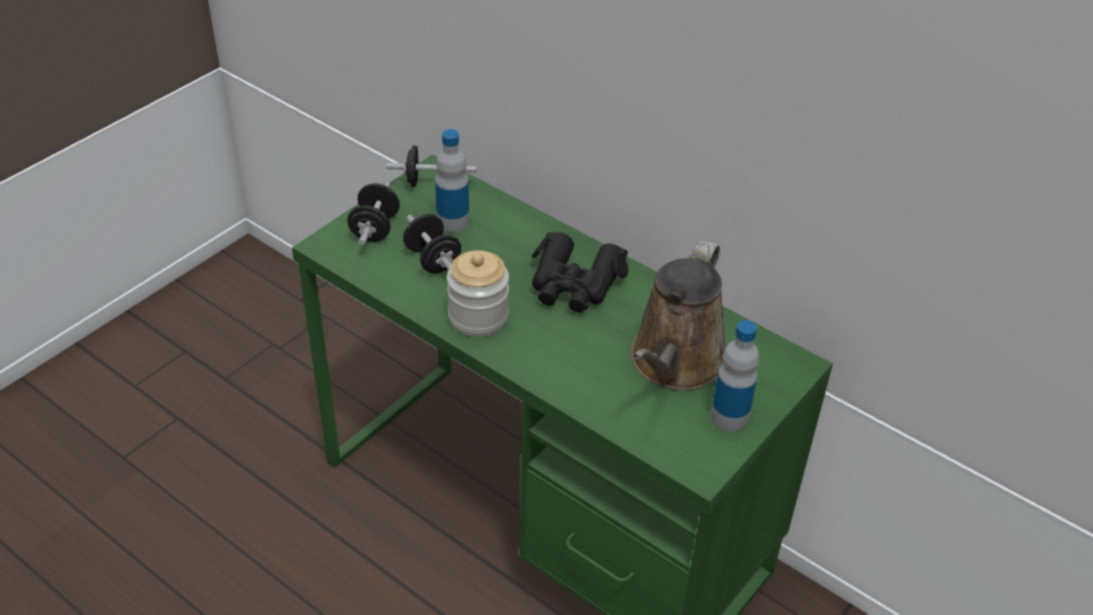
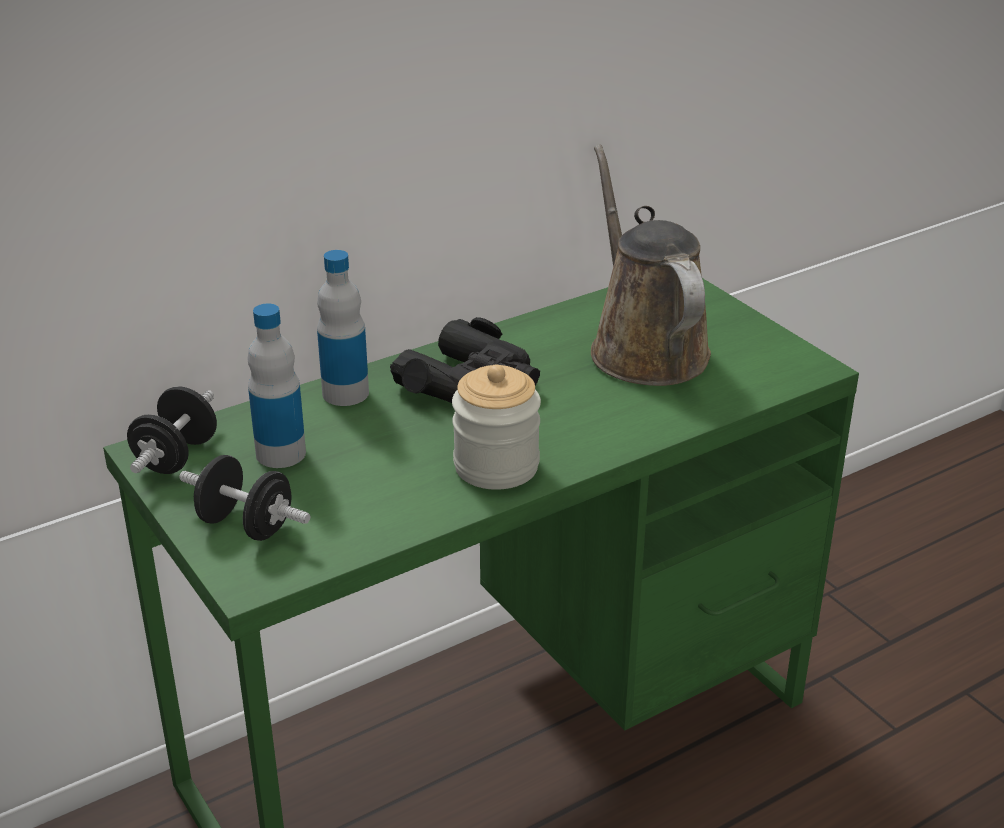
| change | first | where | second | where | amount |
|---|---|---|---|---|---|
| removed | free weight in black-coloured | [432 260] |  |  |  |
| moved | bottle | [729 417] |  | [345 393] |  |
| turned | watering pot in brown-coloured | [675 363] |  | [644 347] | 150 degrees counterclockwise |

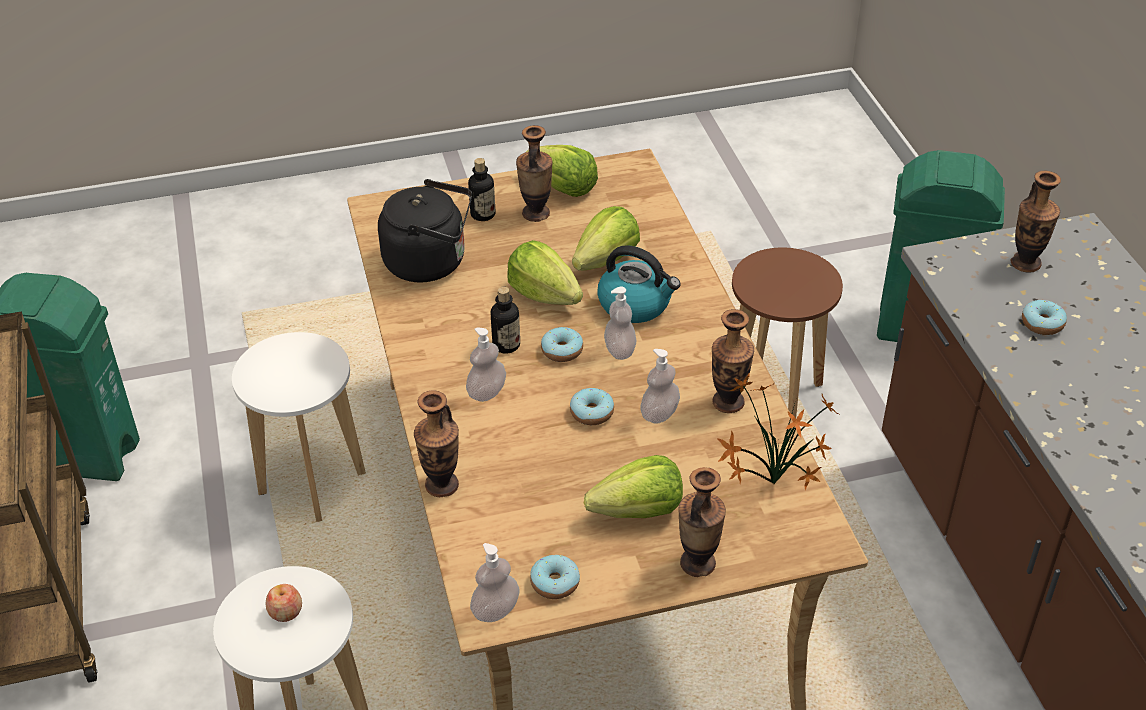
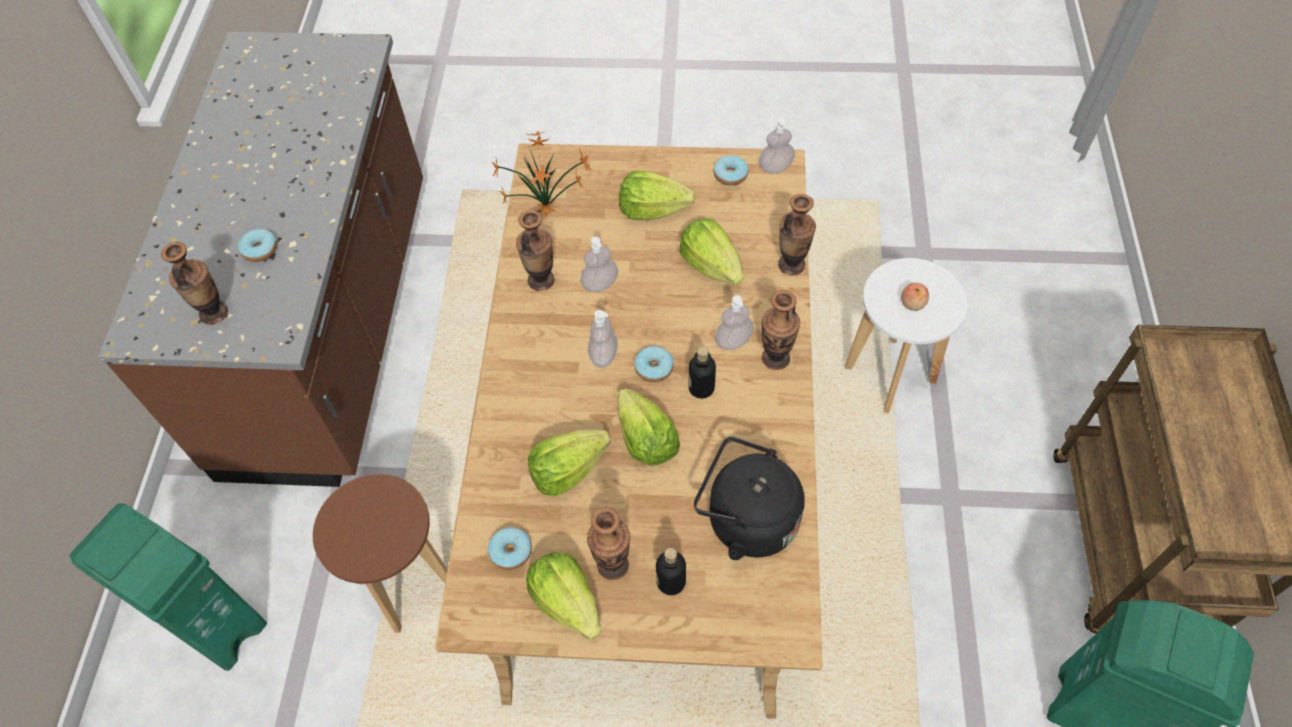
| change | first | where | second | where | amount |
|---|---|---|---|---|---|
| removed | stool in whitish | [311 483] |  |  |  |
| removed | tea kettle | [636 304] |  |  |  |
| added |  |  | lettuce | [711 265] |  |
| moved | donut | [592 413] |  | [511 551] |  |
| moved | vase | [698 563] |  | [775 358] |  |

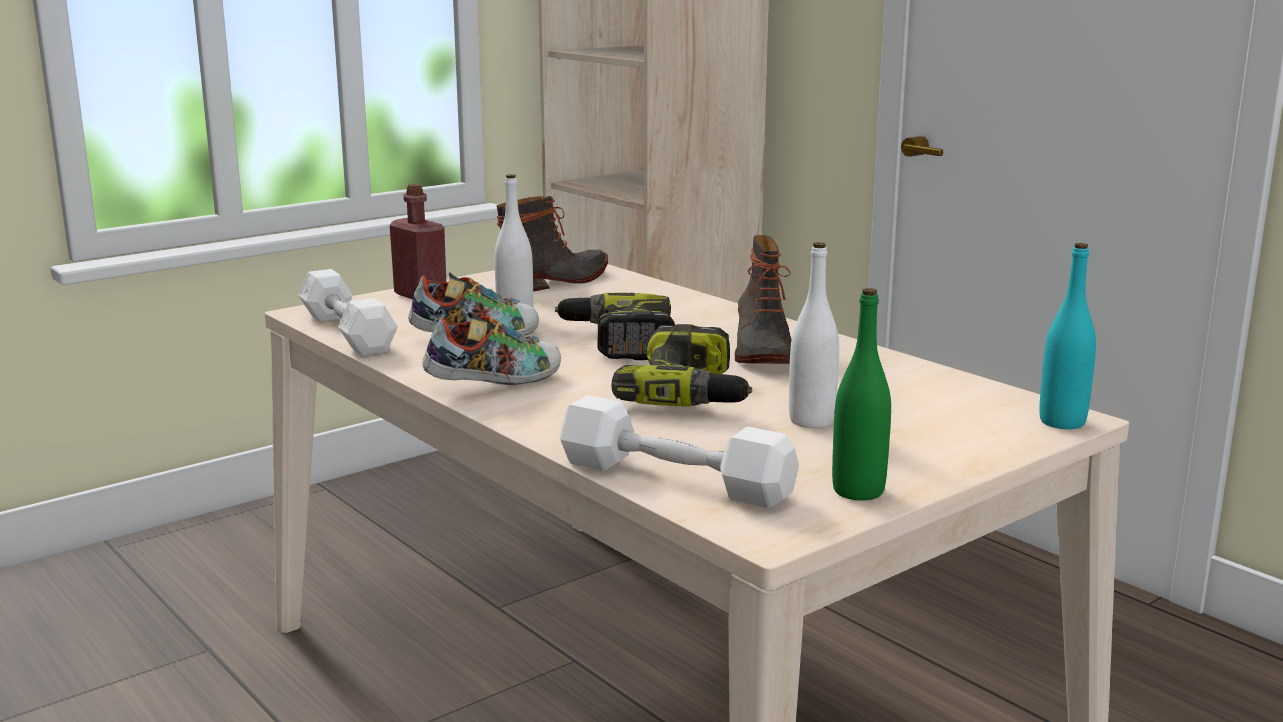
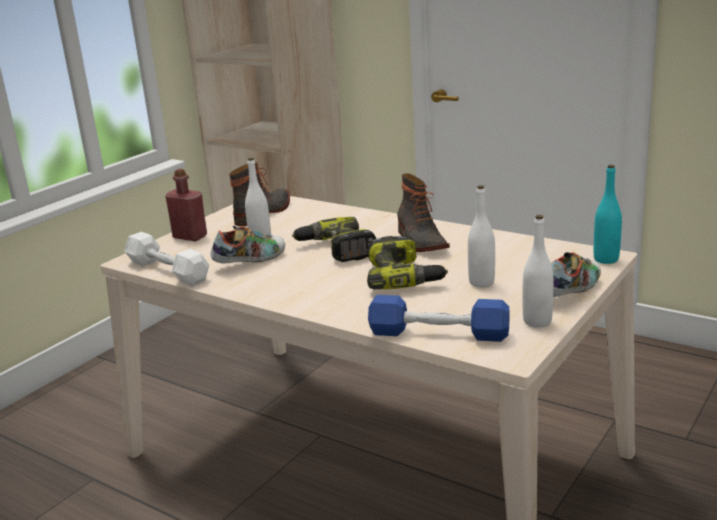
| change | first | where | second | where | amount |
|---|---|---|---|---|---|
| moved | low shoe | [494 383] |  | [570 292] |  |
| recoloured | free weight in whitish | [674 479] | free weight in blue | [438 333] |  |
| recoloured | bottle in green-coloured | [858 491] | bottle in whitish | [537 321] |  |

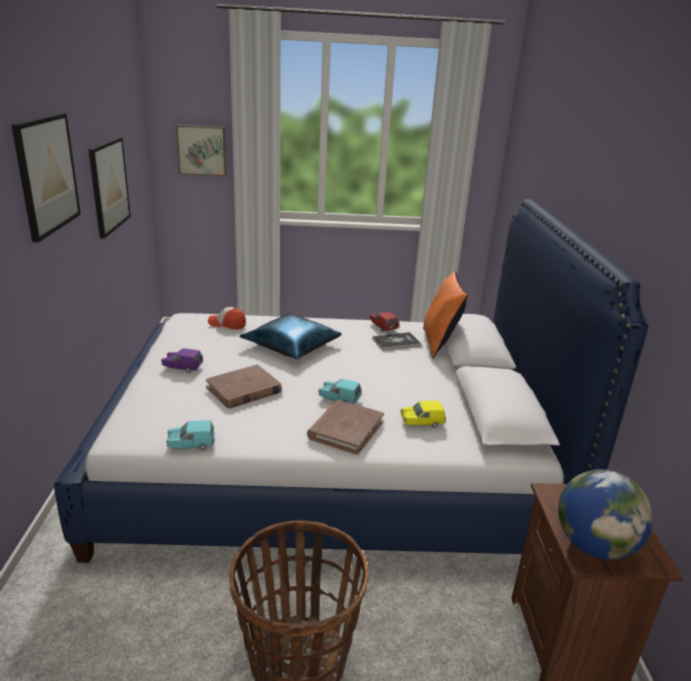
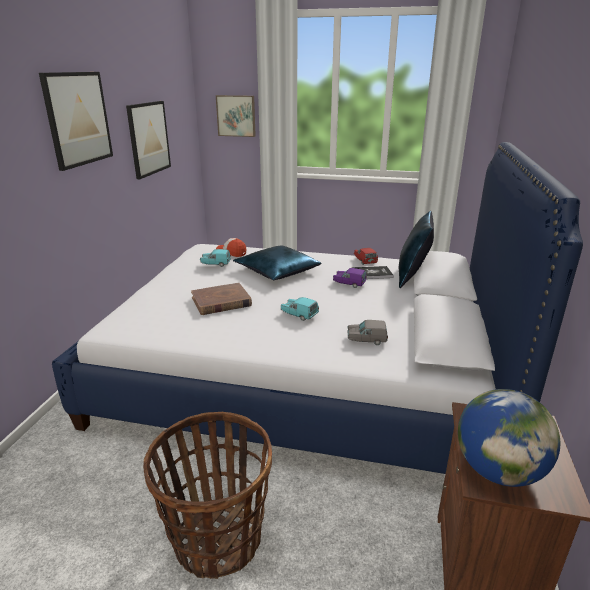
| change | first | where | second | where | amount |
|---|---|---|---|---|---|
| removed | bound book in brown-coloured | [345 429] |  |  |  |
| moved | model car in purple | [182 367] |  | [349 284] |  |
| moved | model car in blue-green | [191 445] |  | [215 264] |  |
| recoloured | model car in yellowish | [422 422] | model car in grey | [366 340] |  |
| recoloured | pillow in orange | [440 343] | pillow in blue | [412 277] |  |

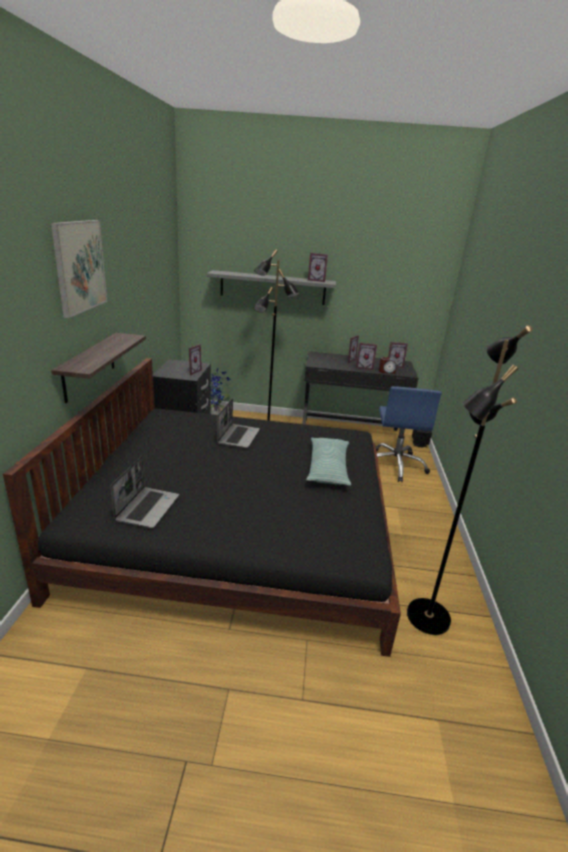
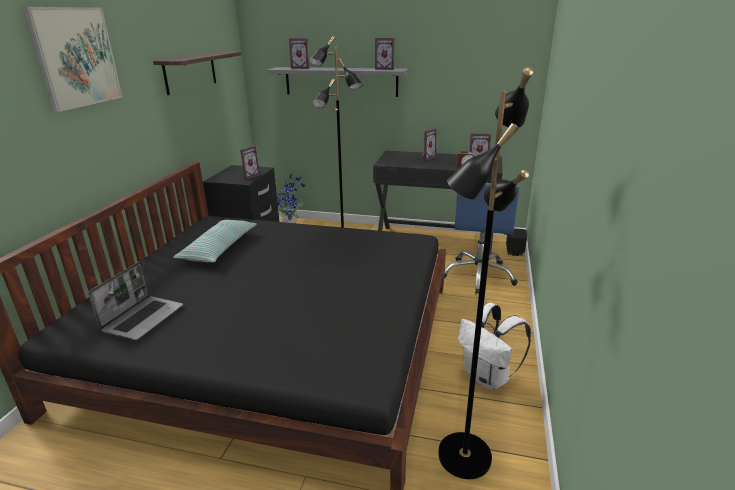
| change | first | where | second | where | amount |
|---|---|---|---|---|---|
| removed | laptop | [238 436] |  |  |  |
| added |  |  | backpack in whitish | [488 378] |  |
| moved | bracket shelf | [89 366] |  | [190 72] |  |
| moved | pillow | [328 468] |  | [219 249] |  |
| moved | picture frame | [364 367] |  | [301 68] |  |

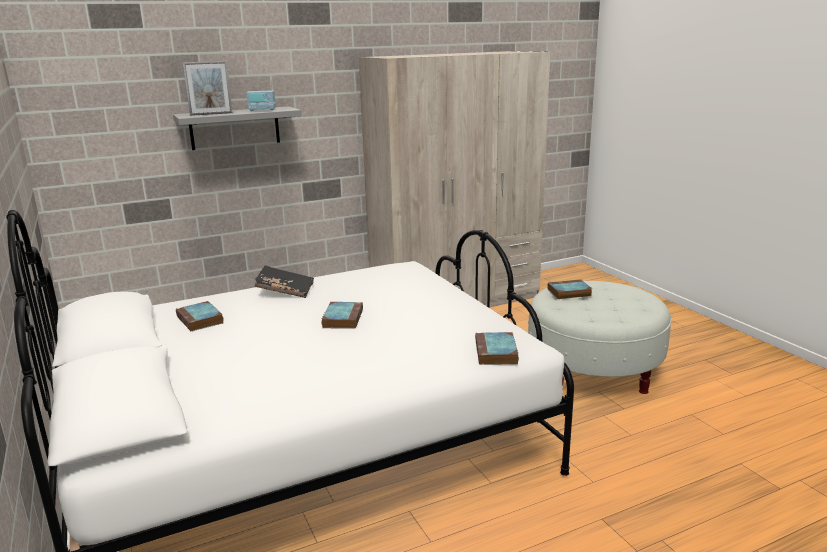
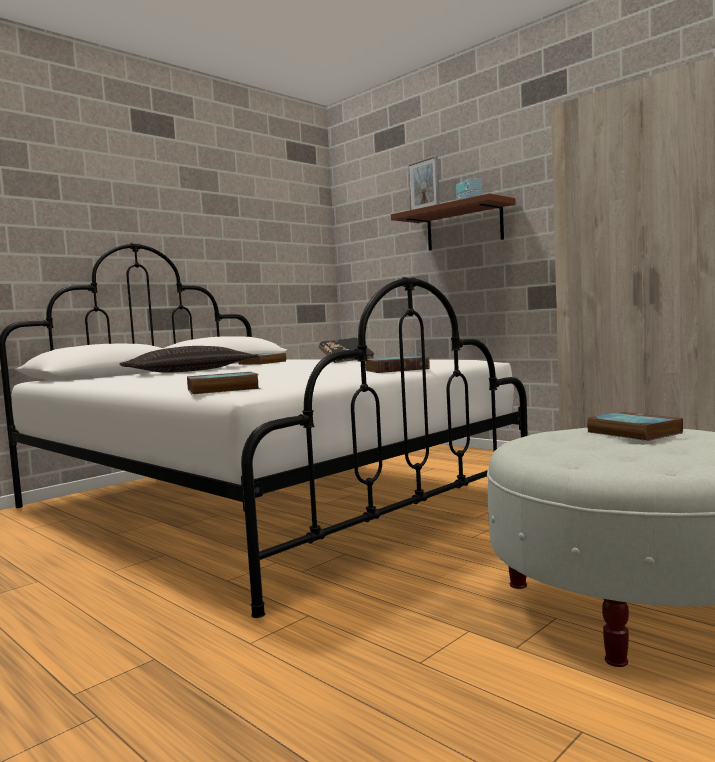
| change | first | where | second | where | amount |
|---|---|---|---|---|---|
| added |  |  | pillow | [190 371] |  |
| moved | bound book | [342 318] |  | [397 369] |  |
| recoloured | bracket shelf in grey | [235 128] | bracket shelf in brown-coloured | [464 226] |  |

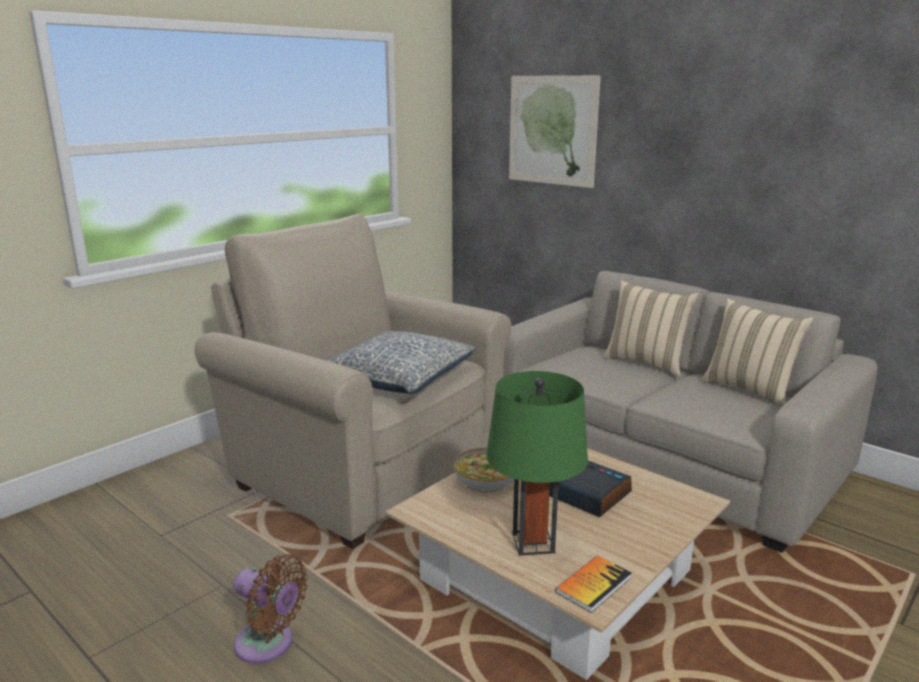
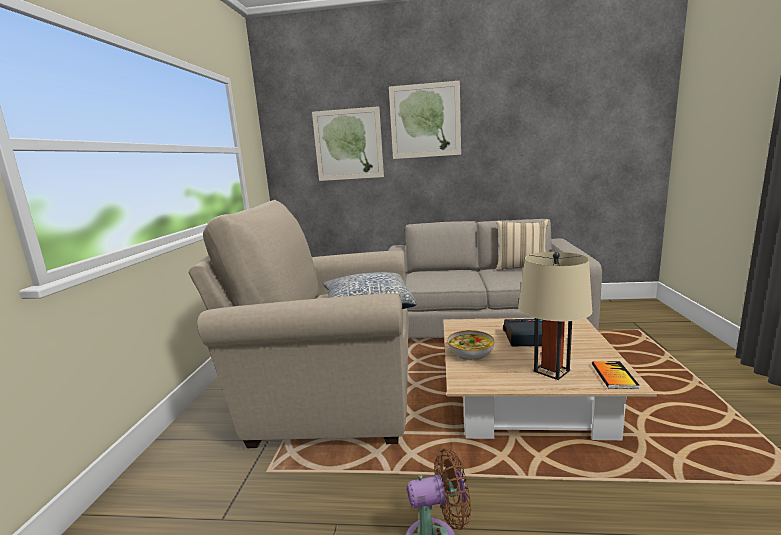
| change | first | where | second | where | amount |
|---|---|---|---|---|---|
| removed | pillow in beige | [646 362] |  |  |  |
| added |  |  | wall picture | [425 121] |  |
| recoloured | lamp for a table in green-coloured | [533 543] | lamp for a table in beige | [551 371] |  |

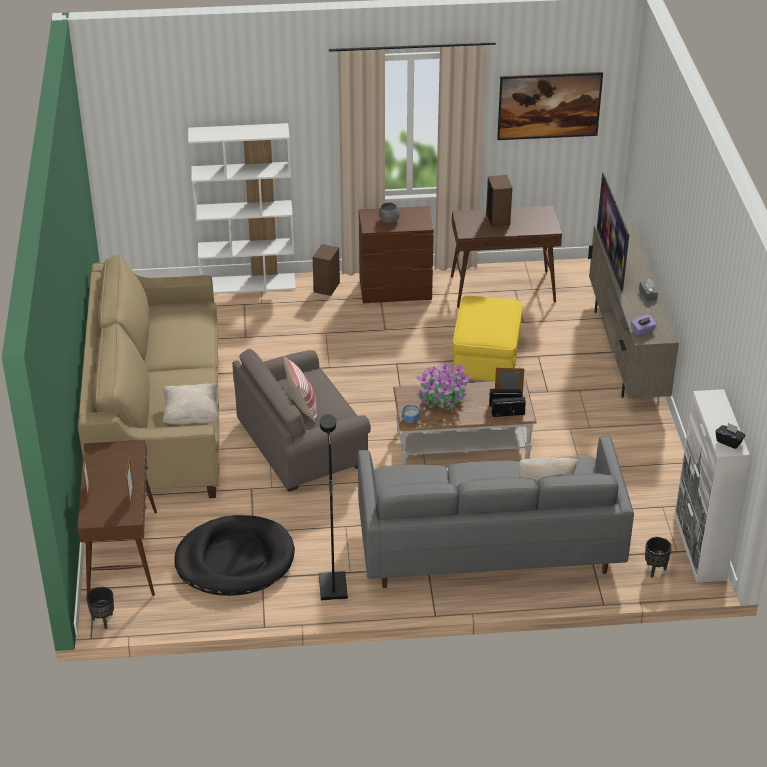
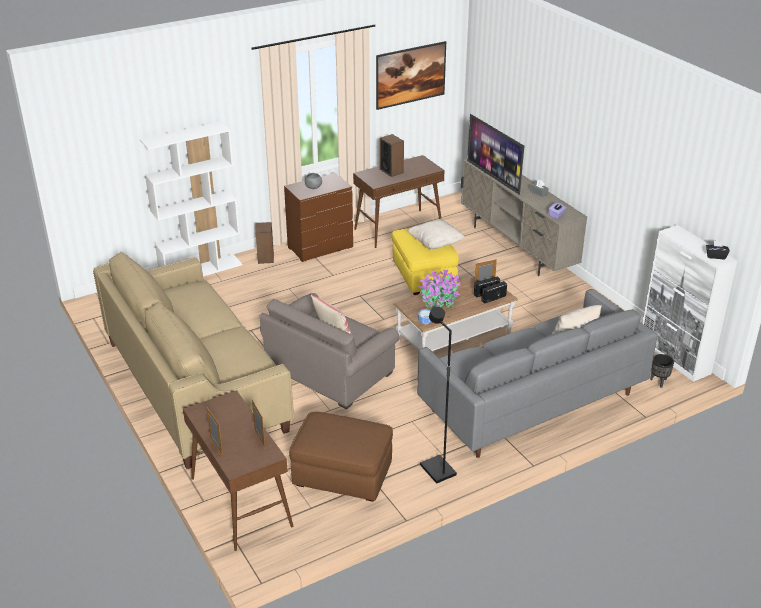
| change | first | where | second | where | amount |
|---|---|---|---|---|---|
| removed | plant pot in black-coloured | [103 620] |  |  |  |
| moved | pillow in beige | [191 416] |  | [435 244] |  |
| replaced | dog bed in black-coloured | [235 560] | ottoman in brown-coloured | [342 475] |  |

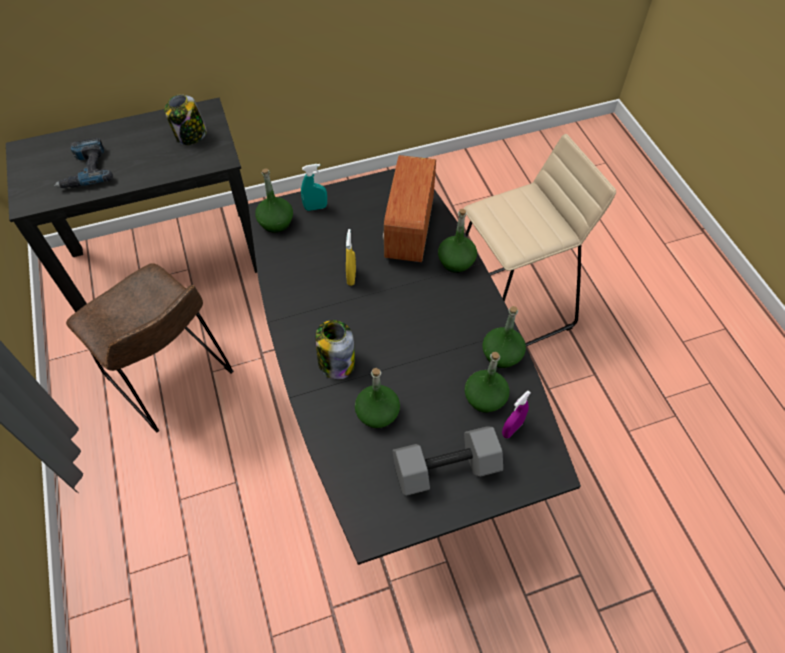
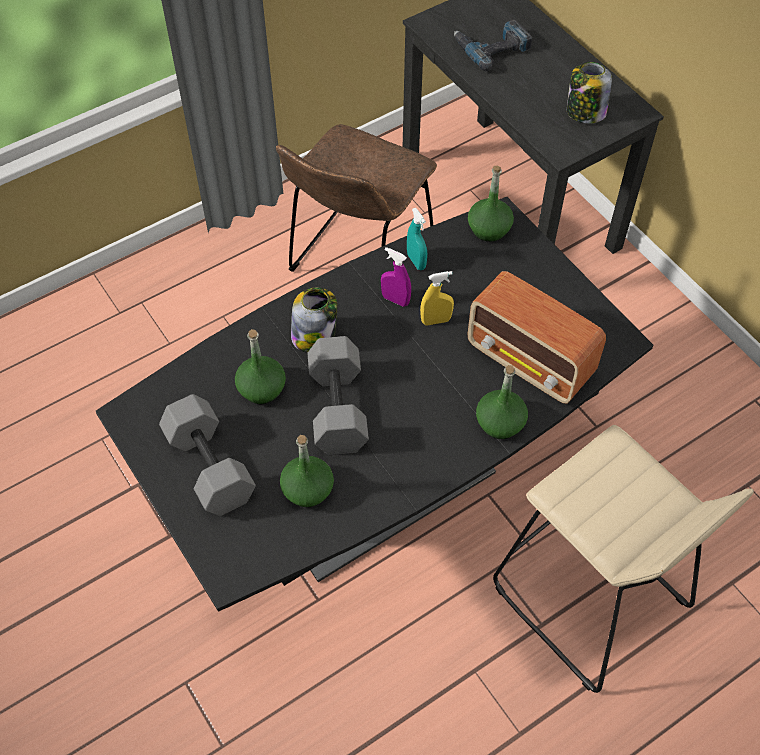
| change | first | where | second | where | amount |
|---|---|---|---|---|---|
| removed | bottle in green-coloured | [501 354] |  |  |  |
| added |  |  | free weight in grey | [339 408] |  |
| moved | spray bottle in blue-green | [315 207] |  | [416 261] |  |
| moved | spray bottle in purple | [512 429] |  | [395 300] |  |
| turned | radio receiver | [409 230] |  | [530 362] | 135 degrees counterclockwise |

